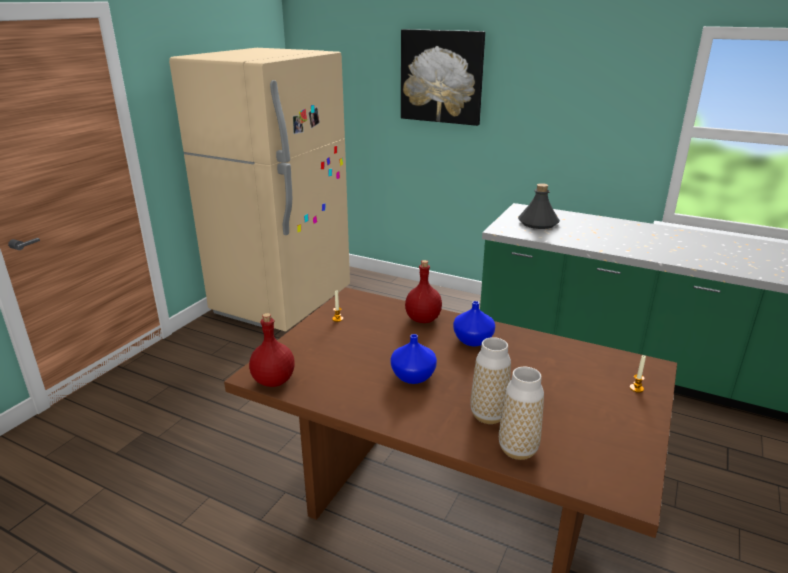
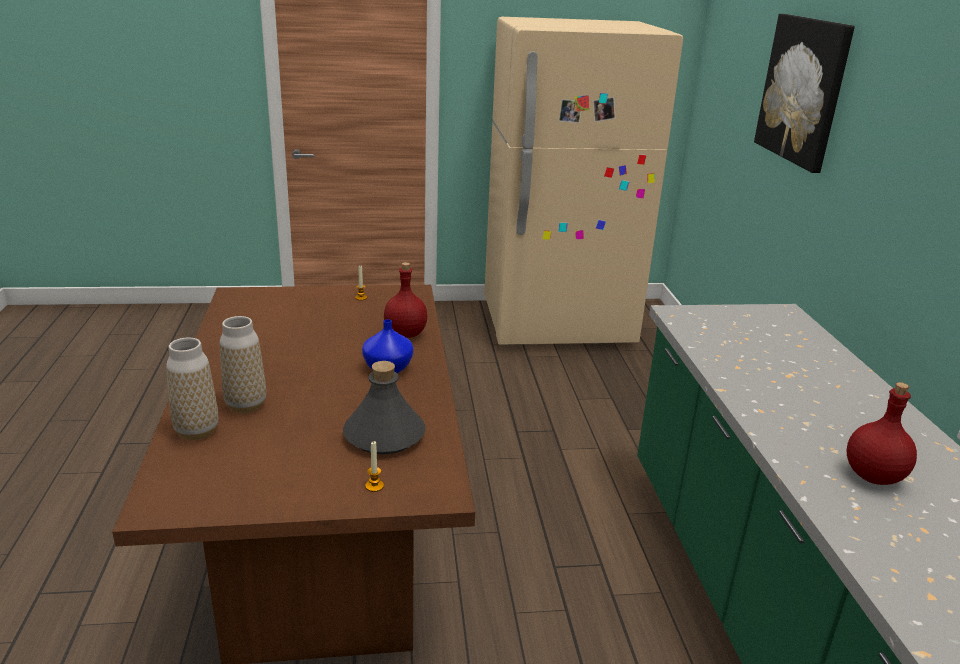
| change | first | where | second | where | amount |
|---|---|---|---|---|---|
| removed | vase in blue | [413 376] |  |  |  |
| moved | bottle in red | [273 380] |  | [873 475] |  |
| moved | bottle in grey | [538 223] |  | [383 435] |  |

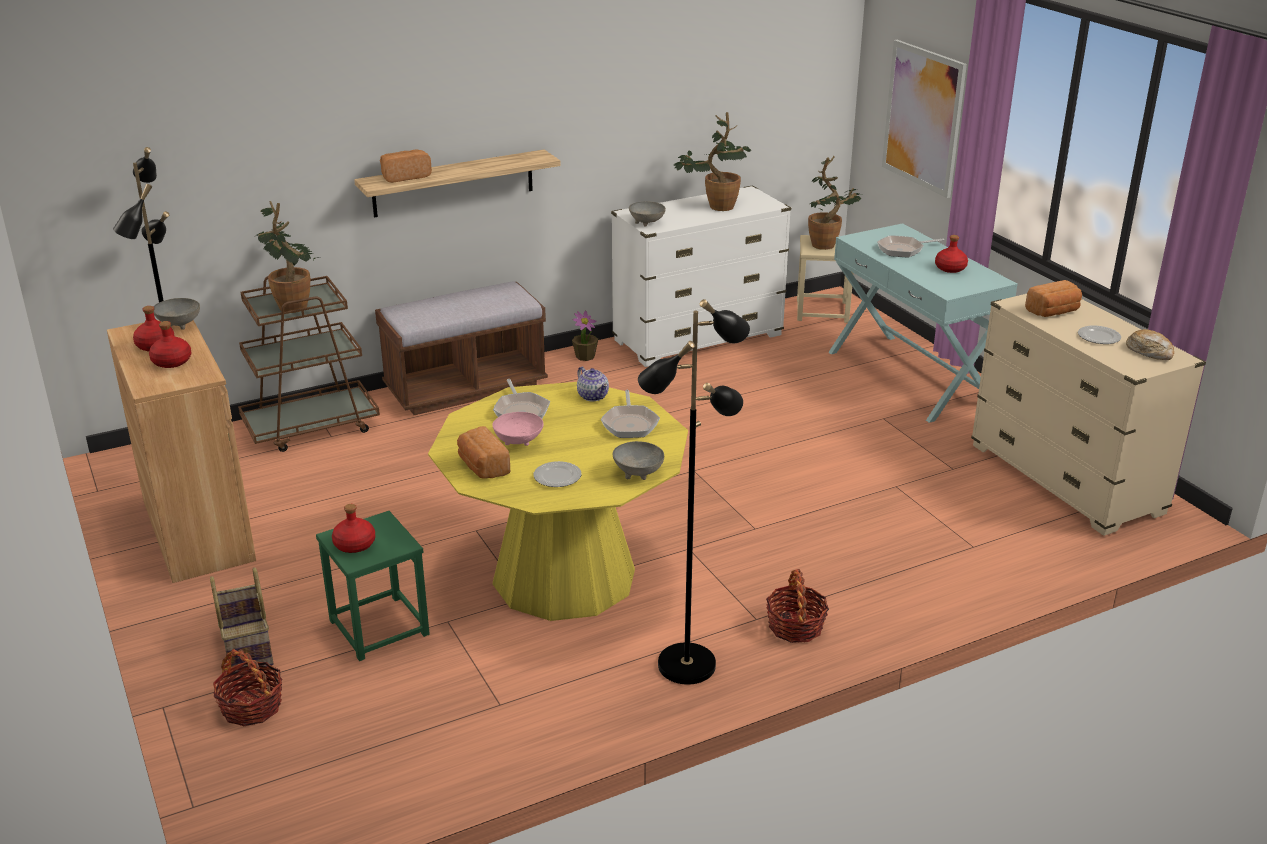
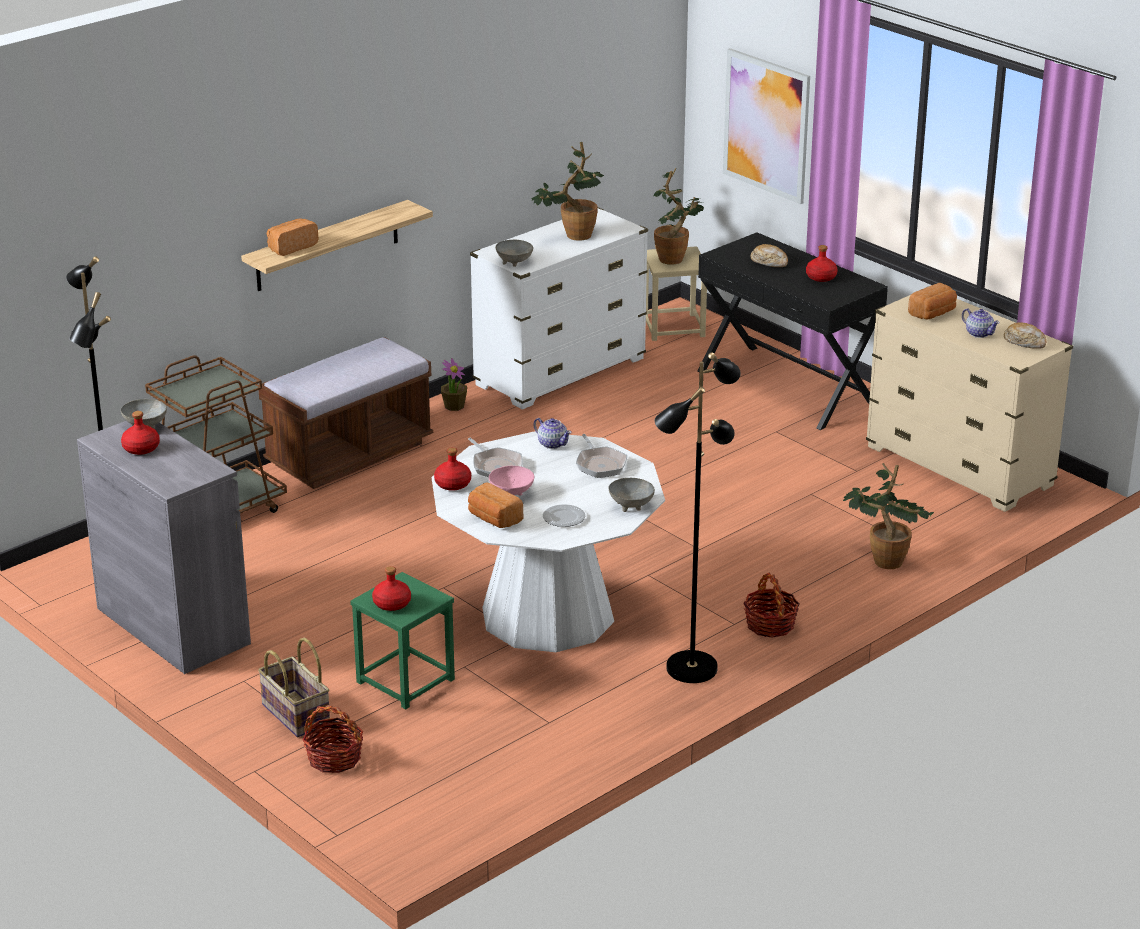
| change | first | where | second | where | amount |
|---|---|---|---|---|---|
| moved | bottle in red | [172 362] |  | [453 484] |  |
| moved | houseplant | [292 304] |  | [883 558] |  |
| replaced | frying pan | [903 250] | bread | [769 262] |  |
| replaced | dinner plate | [1098 337] | tea pot | [979 333] |  |
| recoloured | cabinet in brown-coloured | [198 530] | cabinet in grey | [173 626] |  |
| recoloured | dining table in yellowish | [564 576] | dining table in whitish | [548 614] |  |
| recoloured | hall table in blue-green | [910 377] | hall table in black-coloured | [786 386] |  |

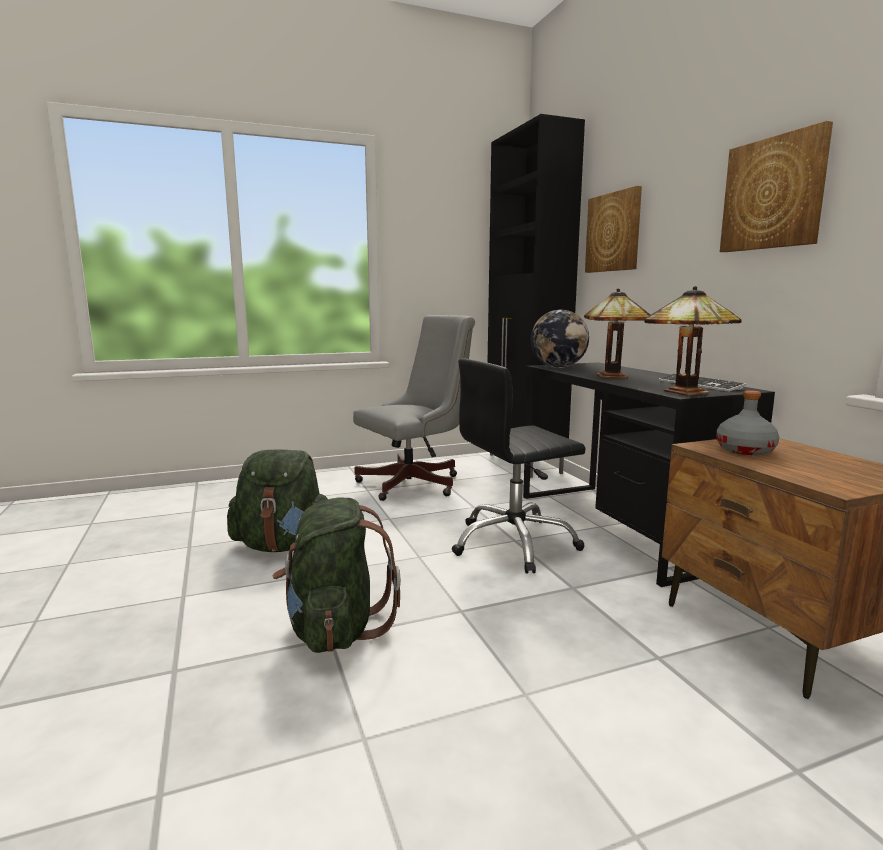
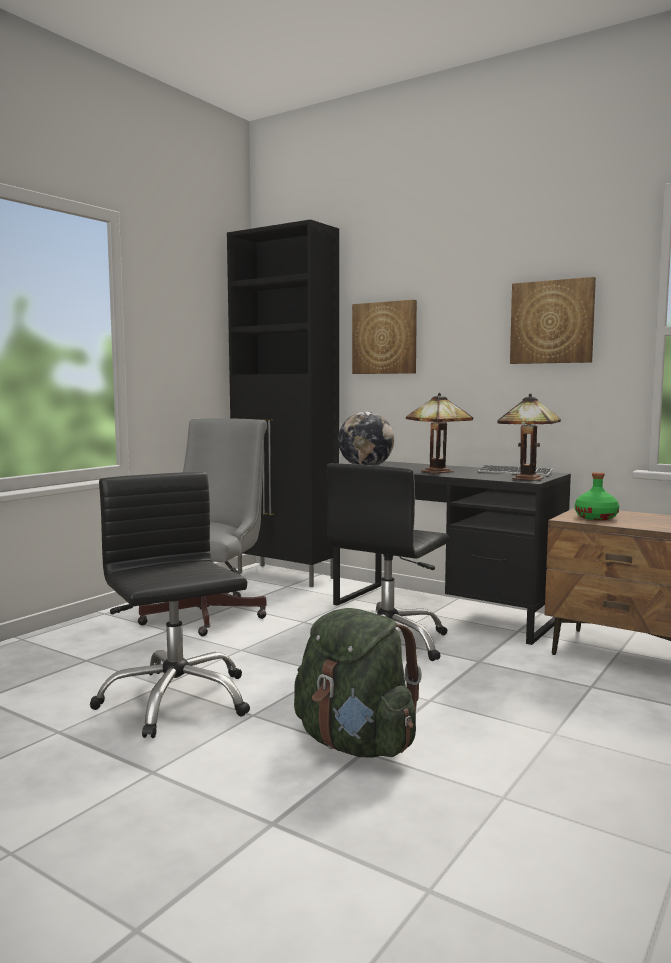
| change | first | where | second | where | amount |
|---|---|---|---|---|---|
| replaced | backpack in green-coloured | [283 546] | computer chair in black-coloured | [175 700] |  |
| recoloured | bottle in grey | [745 450] | bottle in green-coloured | [596 517] |  |

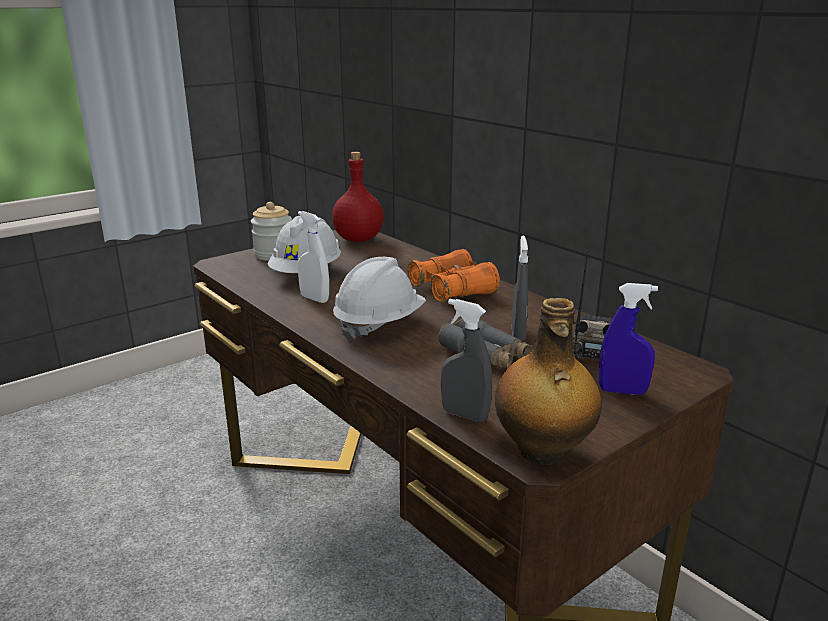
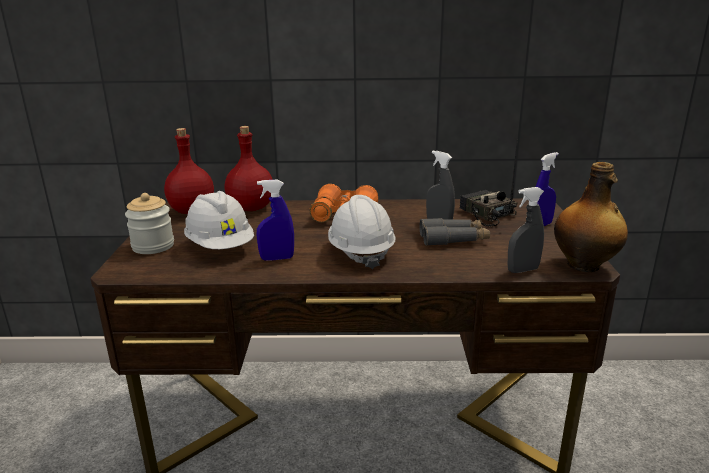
| change | first | where | second | where | amount |
|---|---|---|---|---|---|
| added |  |  | bottle in red | [252 208] |  |
| recoloured | spray bottle in whitish | [314 299] | spray bottle in blue | [277 258] |  |

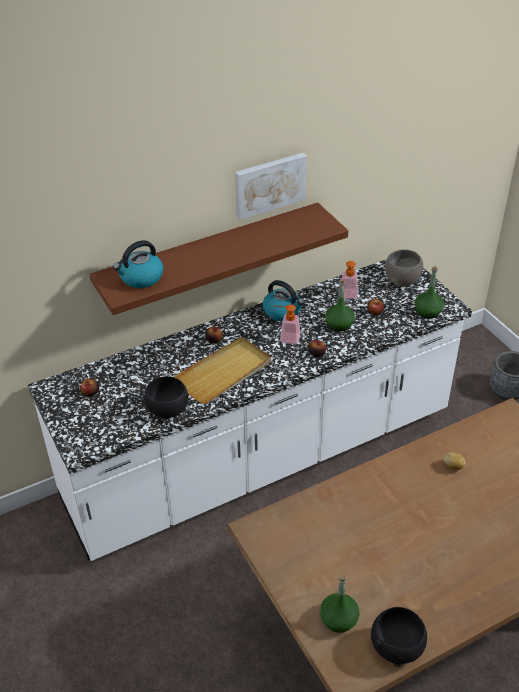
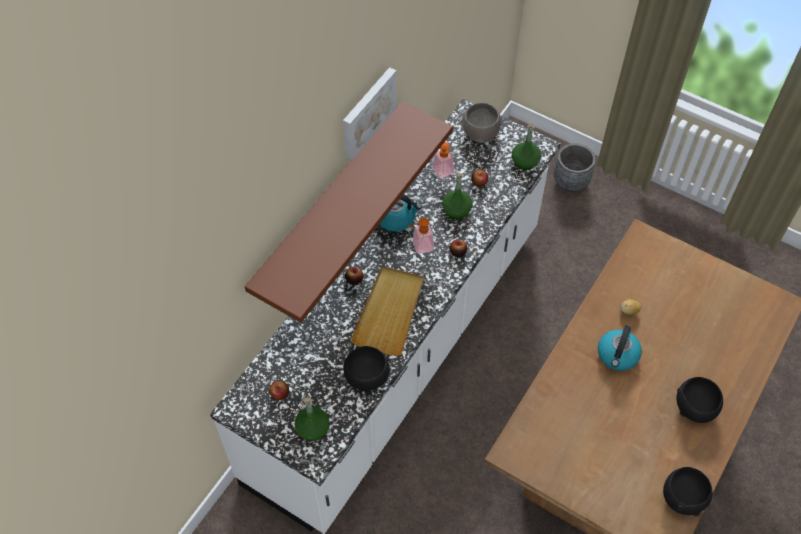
| change | first | where | second | where | amount |
|---|---|---|---|---|---|
| added |  |  | deep dish in black-coloured | [695 408] |  |
| moved | tea kettle | [141 278] |  | [617 355] |  |
| moved | bottle in green-coloured | [338 619] |  | [312 428] |  |

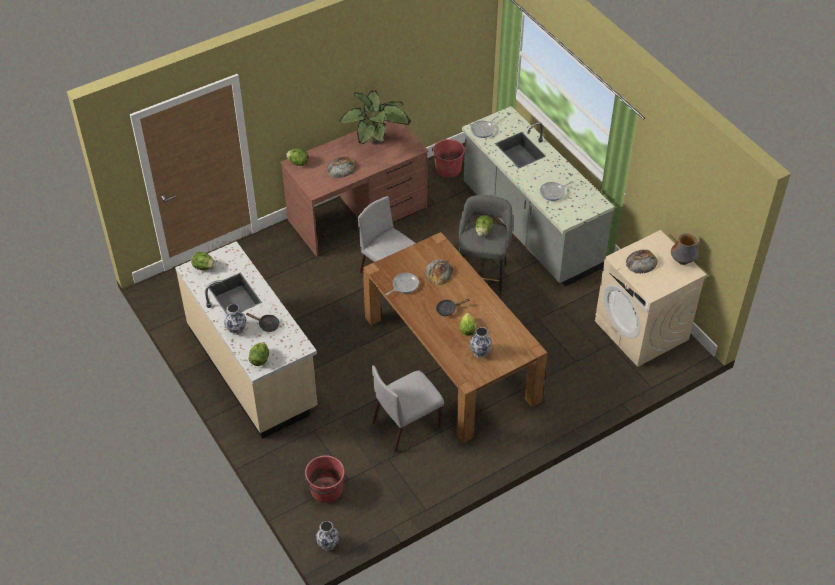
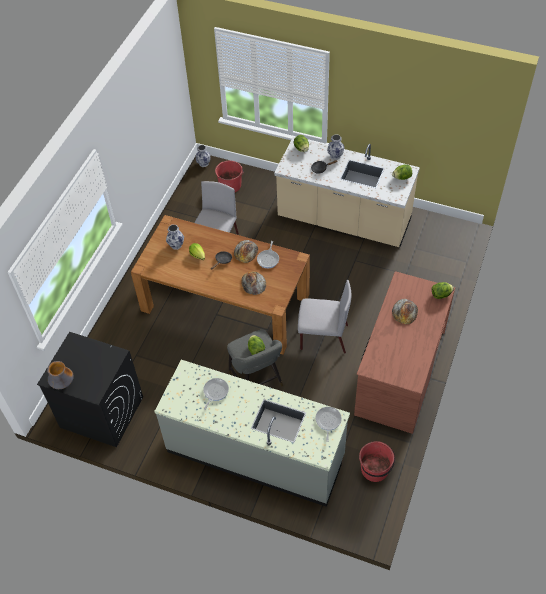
| change | first | where | second | where | amount |
|---|---|---|---|---|---|
| removed | houseplant | [376 142] |  |  |  |
| moved | bread | [641 262] |  | [246 251] |  |
| recoloured | laundry machine in beige | [642 330] | laundry machine in black-coloured | [101 412] |  |

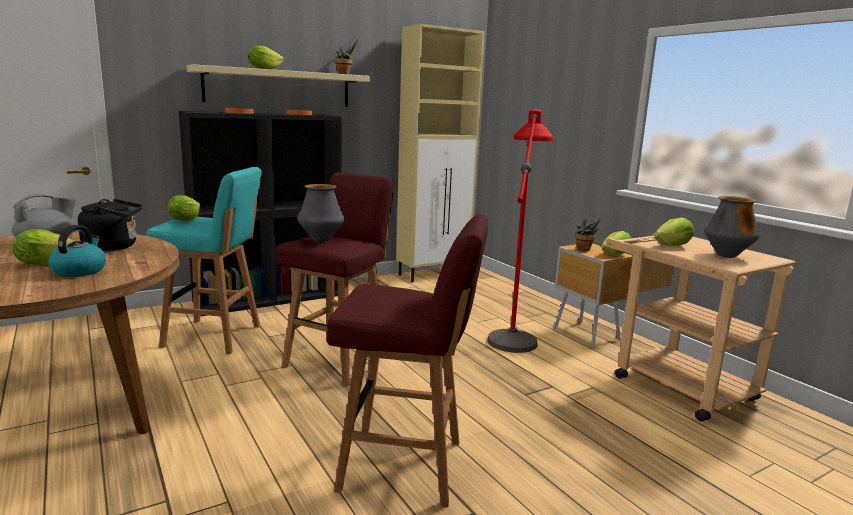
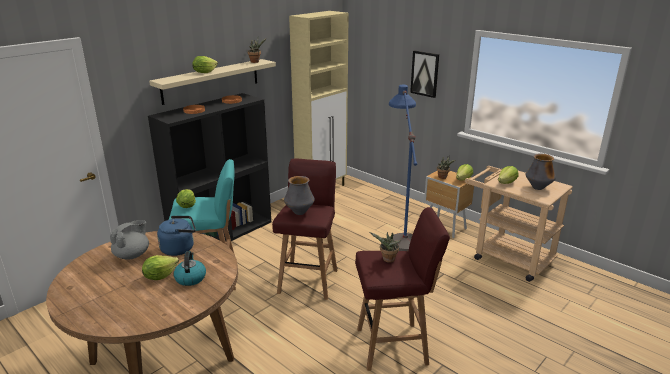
| change | first | where | second | where | amount |
|---|---|---|---|---|---|
| added |  |  | houseplant | [387 260] |  |
| added |  |  | wall picture | [425 73] |  |
| recoloured | tea kettle in black-coloured | [114 247] | tea kettle in blue | [180 248] |  |
| recoloured | standing lamp in red | [515 329] | standing lamp in blue | [401 231] |  |

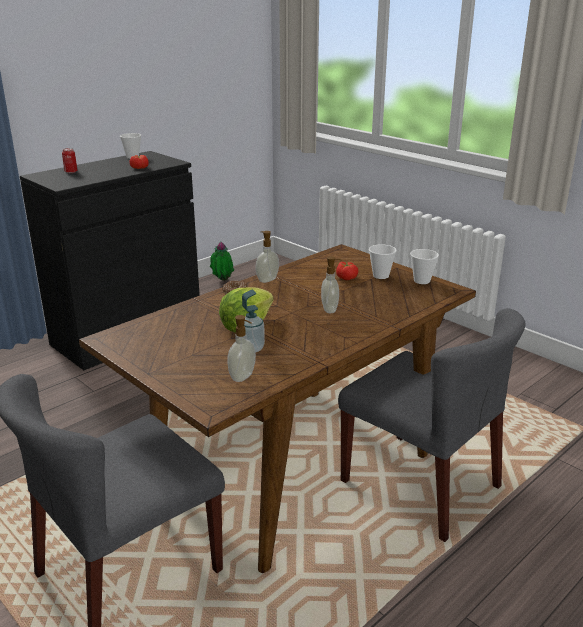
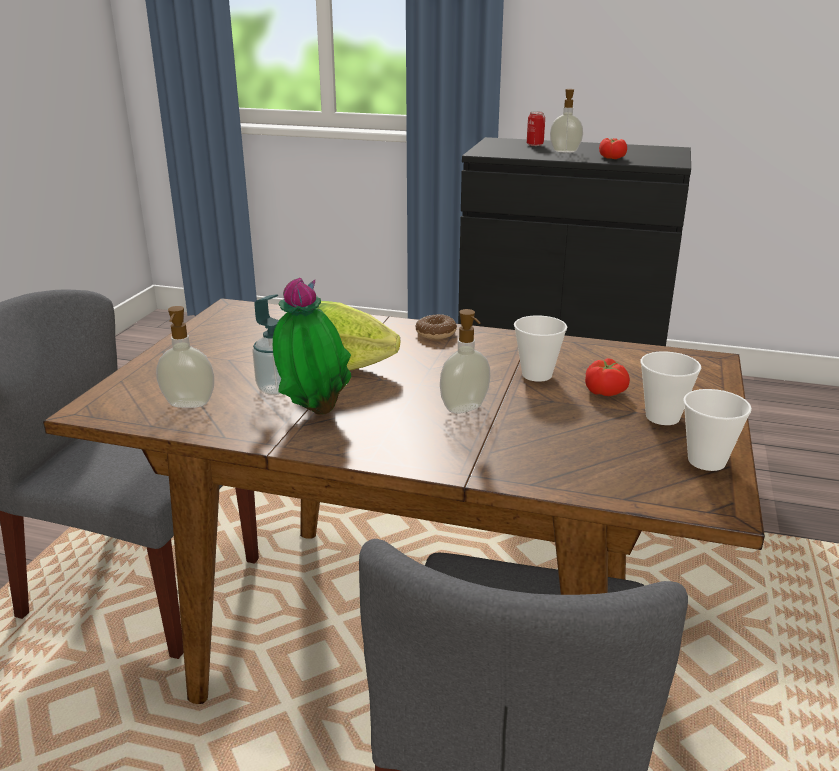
| change | first | where | second | where | amount |
|---|---|---|---|---|---|
| moved | drinking cup | [132 157] |  | [537 375] |  |
| moved | houseplant | [222 281] |  | [313 412] |  |
| moved | liquid soap bottle | [267 280] |  | [565 151] |  |

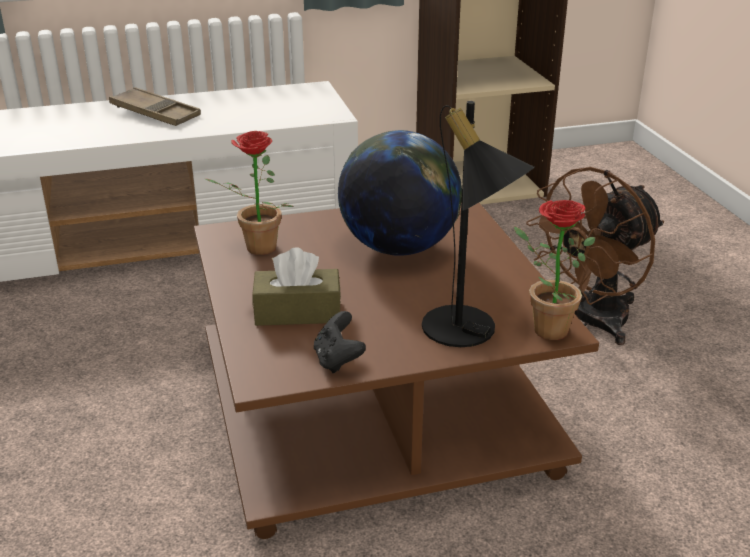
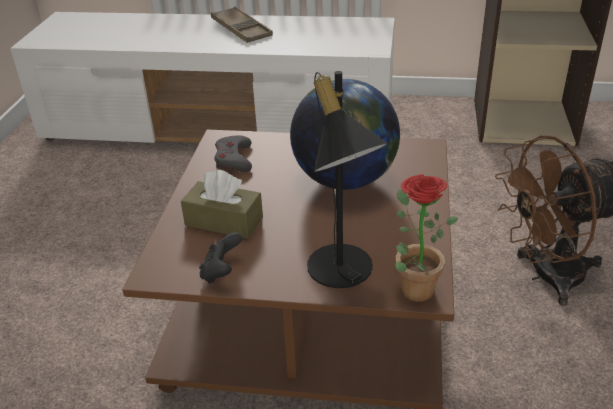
| change | first | where | second | where | amount |
|---|---|---|---|---|---|
| replaced | houseplant | [255 249] | joypad in grey | [234 159] |  |

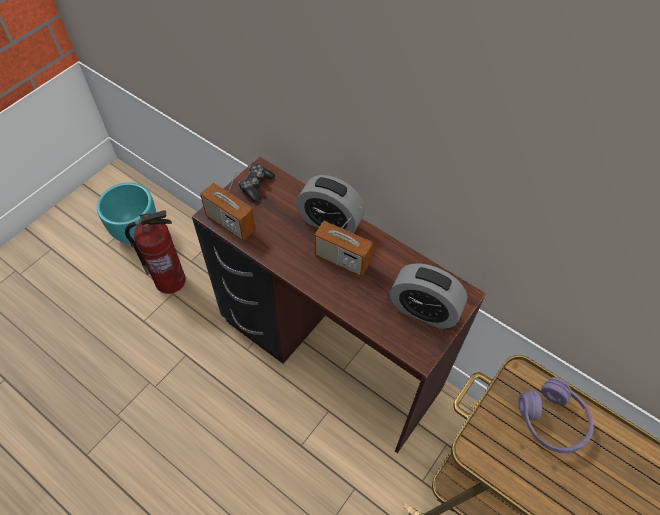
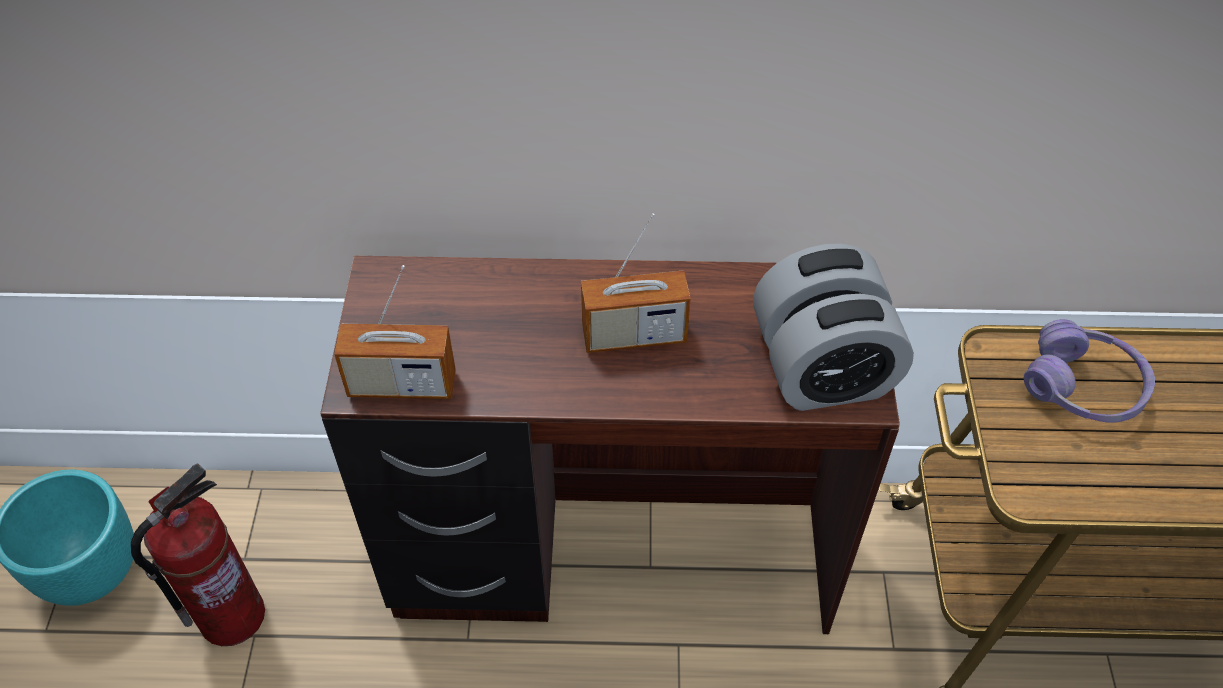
| change | first | where | second | where | amount |
|---|---|---|---|---|---|
| removed | joypad | [256 186] |  |  |  |
| moved | bedside clock | [330 222] |  | [832 386] |  |

